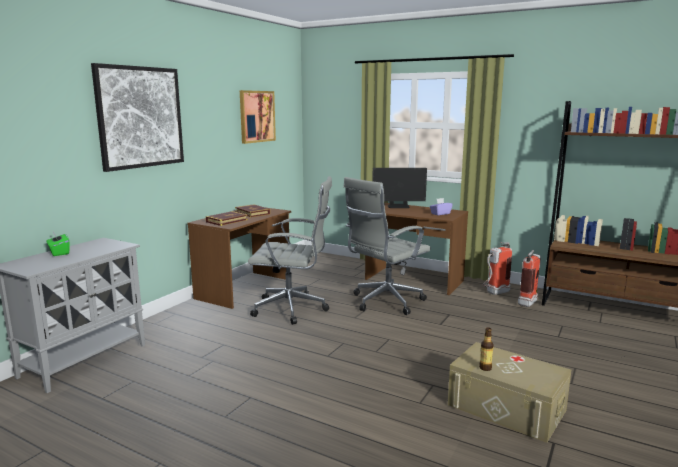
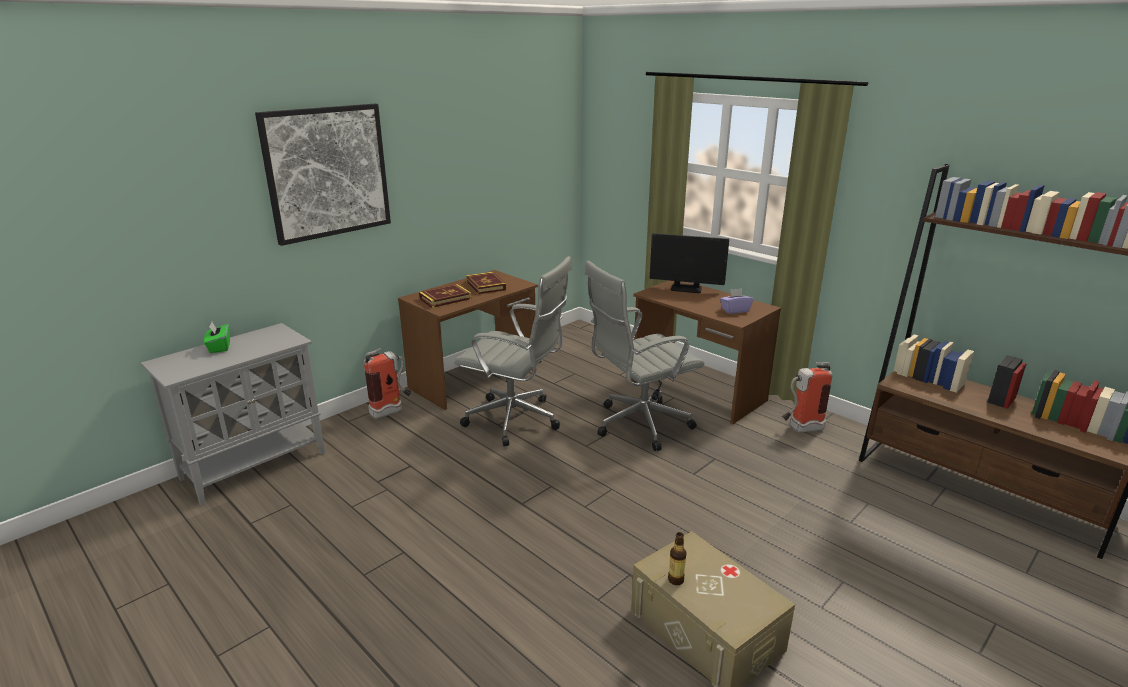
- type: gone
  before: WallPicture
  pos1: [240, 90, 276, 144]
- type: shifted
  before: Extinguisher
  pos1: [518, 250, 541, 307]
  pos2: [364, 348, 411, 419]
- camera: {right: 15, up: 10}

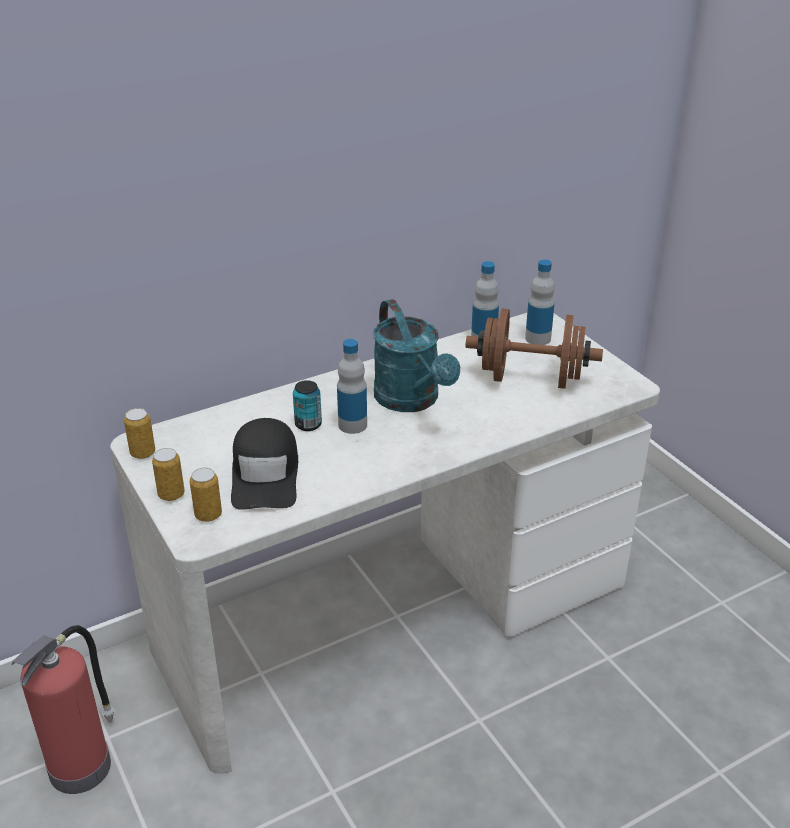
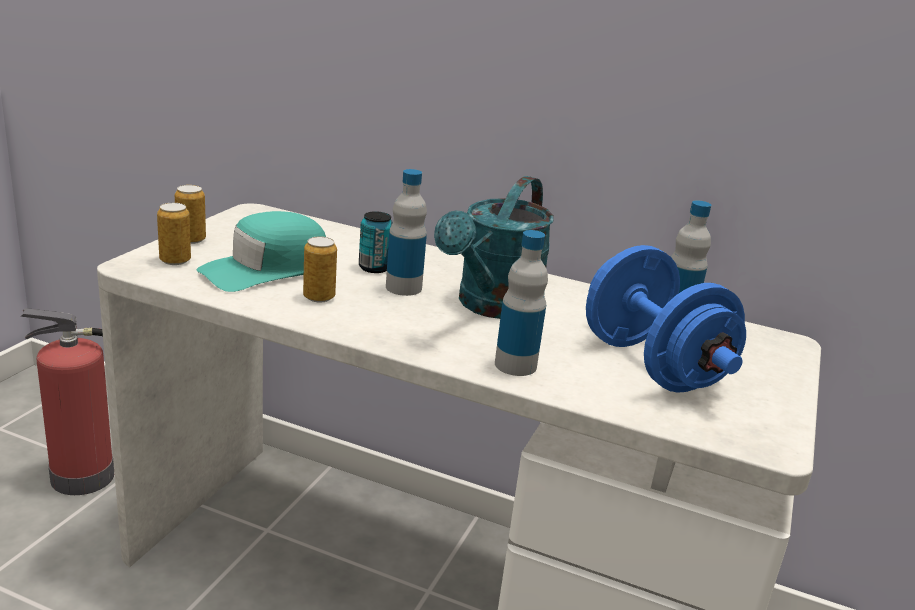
- type: shifted
  before: DrinkBottle
  pos1: [525, 259, 555, 345]
  pos2: [495, 230, 548, 376]
- type: repainted
  before: BrownColouredDumbbell
  after: BluishDumbbell
  pos1: [466, 308, 603, 389]
  pos2: [586, 245, 746, 393]
- type: shifted
  before: Can
  pos1: [124, 408, 155, 459]
  pos2: [303, 236, 337, 302]
- type: repainted
  before: BlackCap
  after: TurquoiseColouredCap
  pos1: [231, 418, 298, 510]
  pos2: [197, 211, 326, 292]
- camera: {right: 50, up: -10}

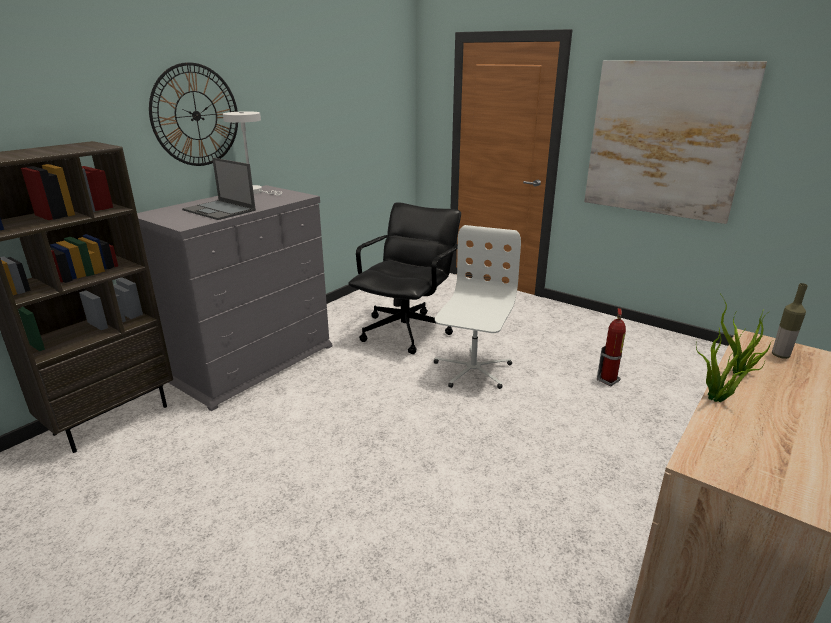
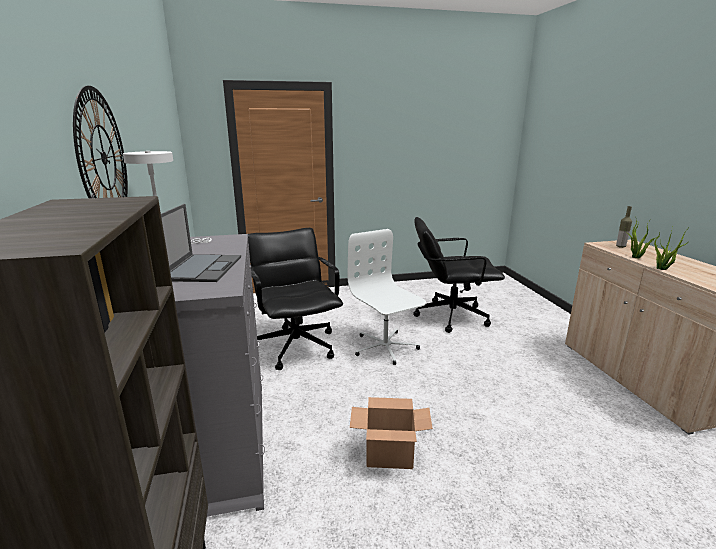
- type: gone
  before: WallPicture
  pos1: [584, 60, 767, 224]
- type: rotated
  before: Laptop
  pos1: [182, 158, 256, 220]
  pos2: [161, 204, 241, 282]
  turn: -75
- type: swapped
  before: Extinguisher
  after: BlackDeskChair
  pos1: [597, 308, 626, 386]
  pos2: [414, 217, 505, 333]
- type: new
  after: CardboardBox
  pos2: [350, 397, 433, 469]
- camera: {right: -50, up: -5}

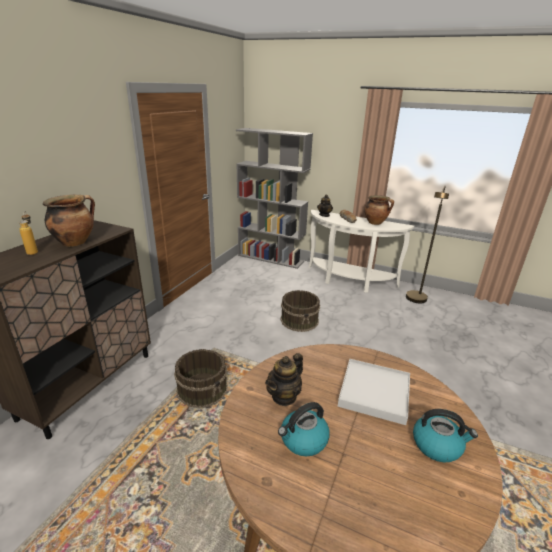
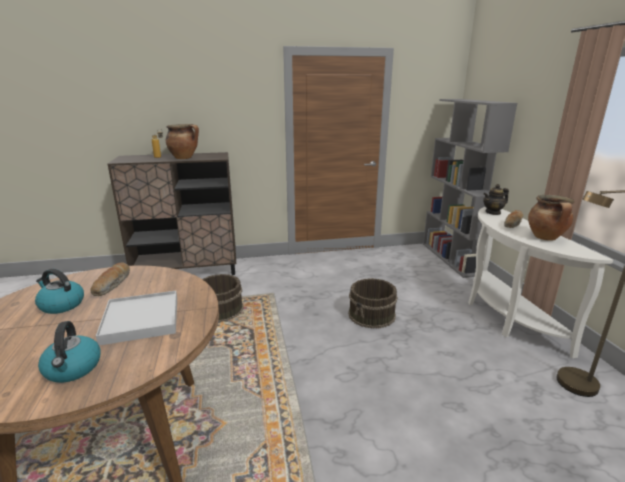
- type: swapped
  before: TeaPot
  after: Bread
  pos1: [265, 353, 303, 406]
  pos2: [90, 262, 130, 296]
- camera: {right: 55, up: -5}

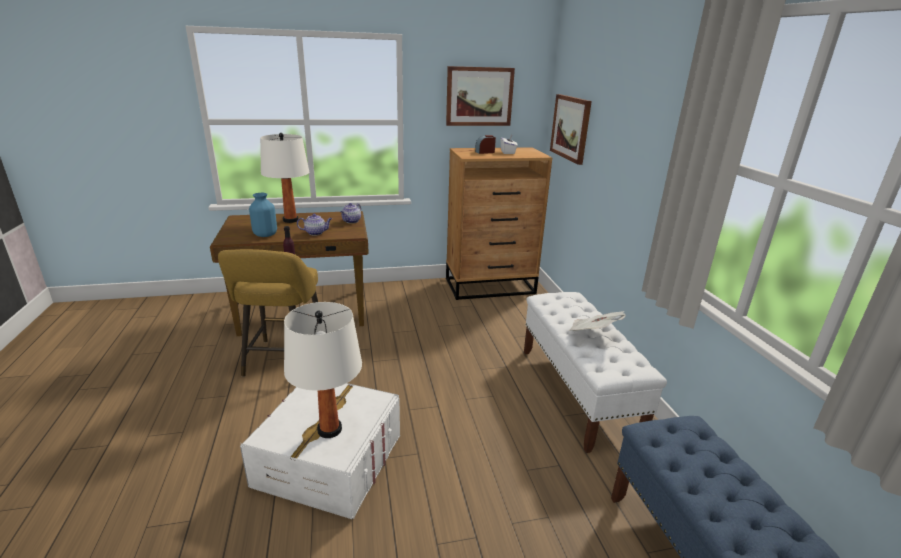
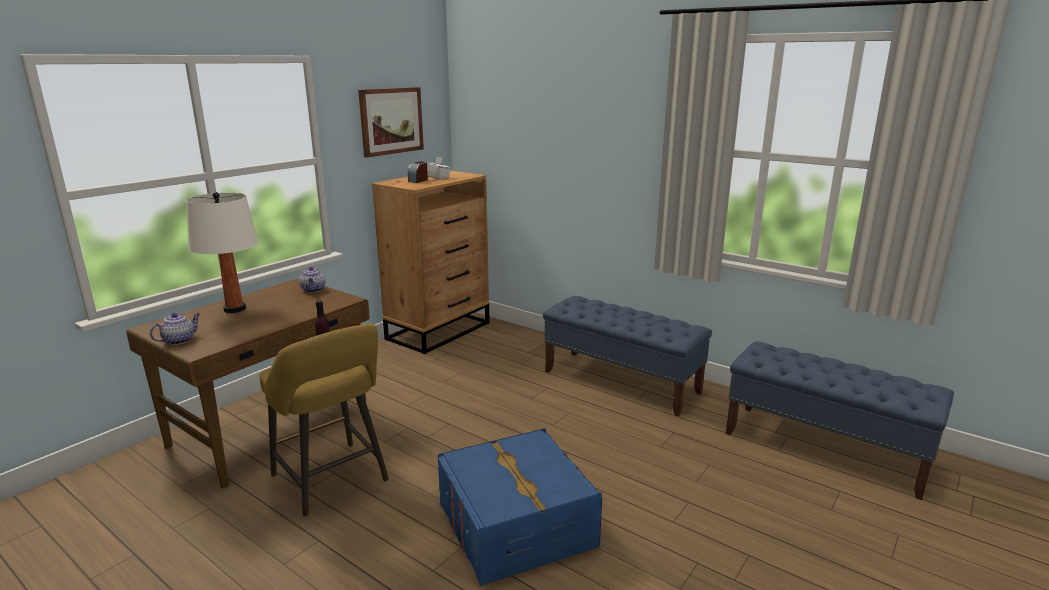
- type: gone
  before: WallPicture
  pos1: [550, 94, 592, 165]
- type: gone
  before: BluishDecorativeVase
  pos1: [249, 193, 277, 237]
- type: shifted
  before: TeaPot
  pos1: [297, 214, 332, 236]
  pos2: [150, 313, 200, 345]
- type: repainted
  before: WhiteIndoorBench
  after: BluishIndoorBench
  pos1: [524, 292, 667, 453]
  pos2: [543, 296, 712, 417]
- type: gone
  before: WhiteLampForATable
  pos1: [284, 302, 362, 438]
- type: gone
  before: PrintedPaper
  pos1: [568, 311, 626, 331]
- type: repainted
  before: WhiteStorageContainer
  after: BluishStorageContainer
  pos1: [240, 383, 400, 519]
  pos2: [438, 428, 602, 586]
- camera: {right: -40, up: -5}

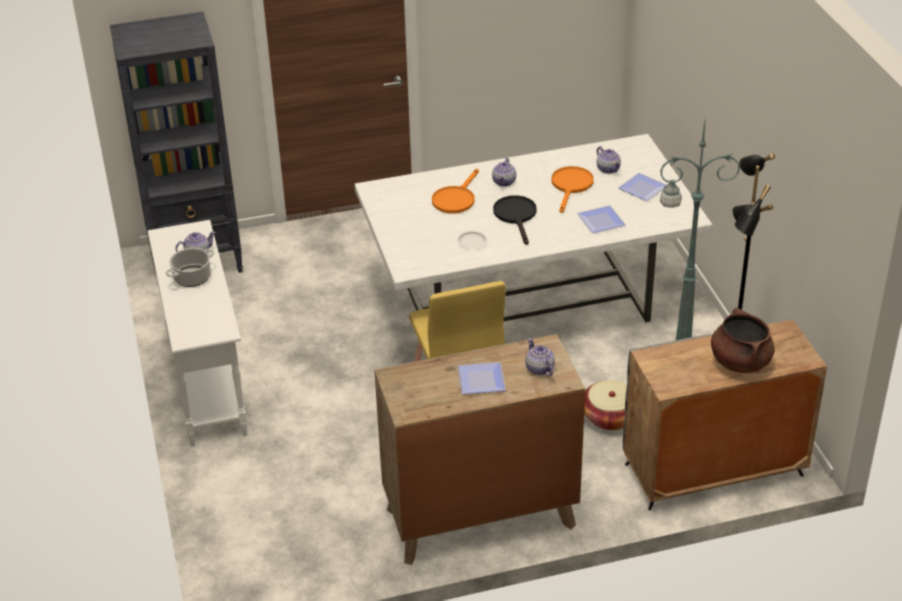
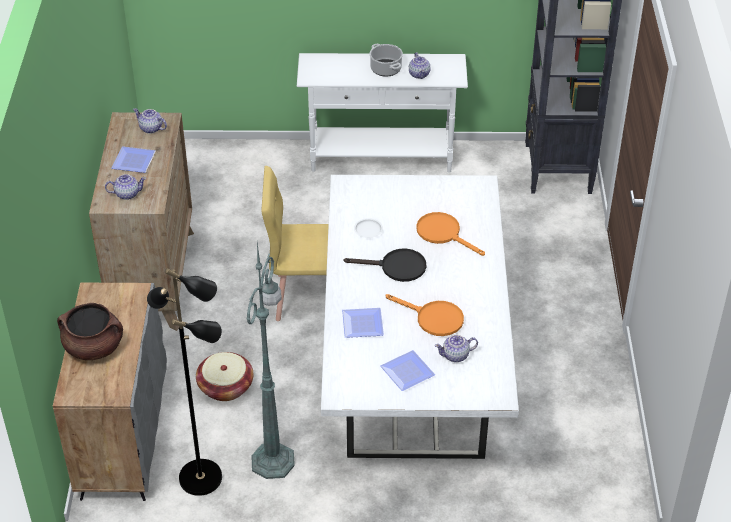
- type: shifted
  before: TeaPot
  pos1: [492, 158, 516, 187]
  pos2: [133, 108, 167, 134]
- camera: {right: 105, up: 5}

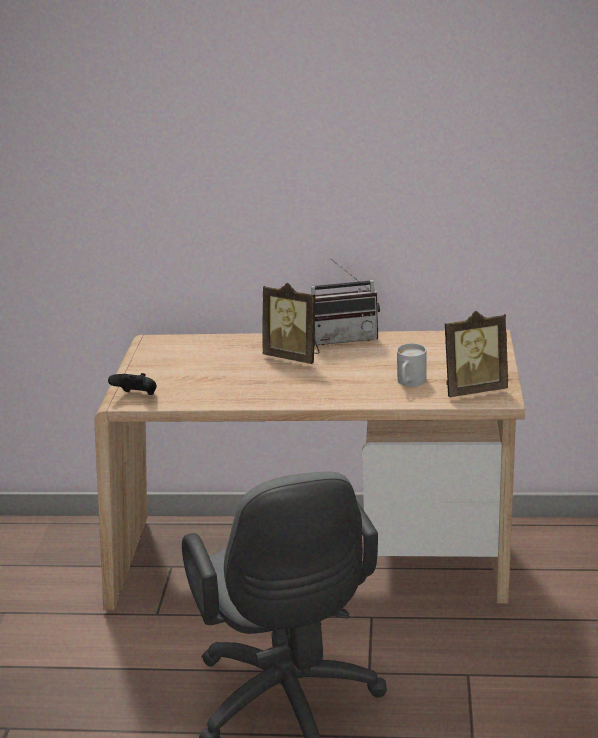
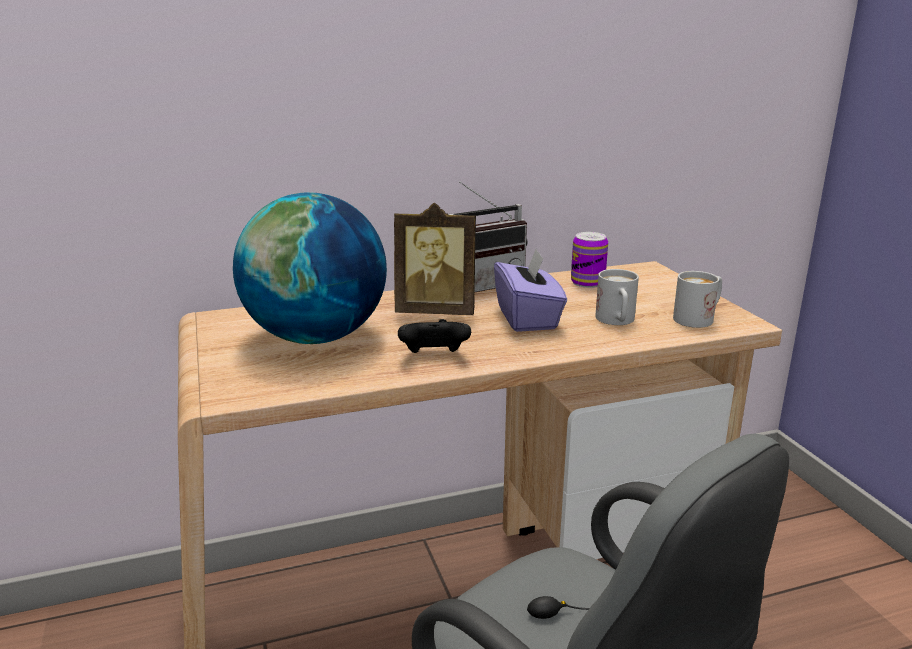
- type: swapped
  before: PhotoFrame
  after: WhiteCoffeeMug
  pos1: [445, 311, 508, 397]
  pos2: [673, 271, 722, 328]
- type: shifted
  before: BlackJoypad
  pos1: [108, 373, 157, 395]
  pos2: [398, 319, 471, 353]
- type: new
  after: DeskGlobe
  pos2: [233, 192, 387, 344]
- type: new
  after: Can
  pos2: [571, 232, 608, 288]
- type: new
  after: PurpleColouredBoxOfTissues
  pos2: [494, 247, 567, 332]
- camera: {right: -25, up: -5}

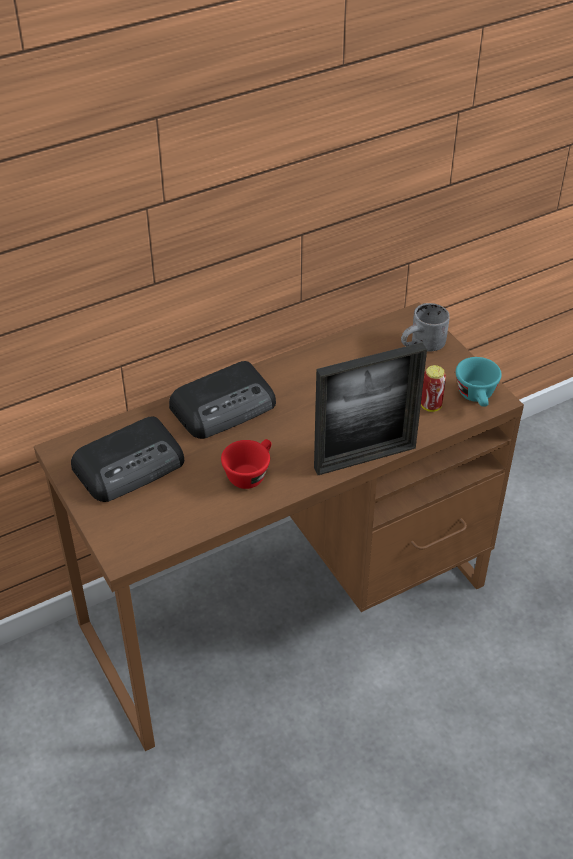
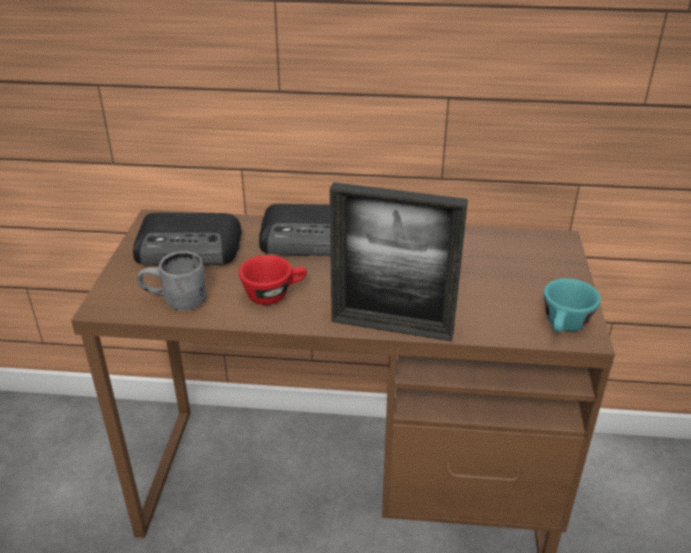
- type: shifted
  before: GrayCoffeeMug
  pos1: [401, 303, 450, 351]
  pos2: [137, 251, 207, 310]
- type: gone
  before: Can
  pos1: [421, 365, 446, 412]
- camera: {right: 35, up: -10}

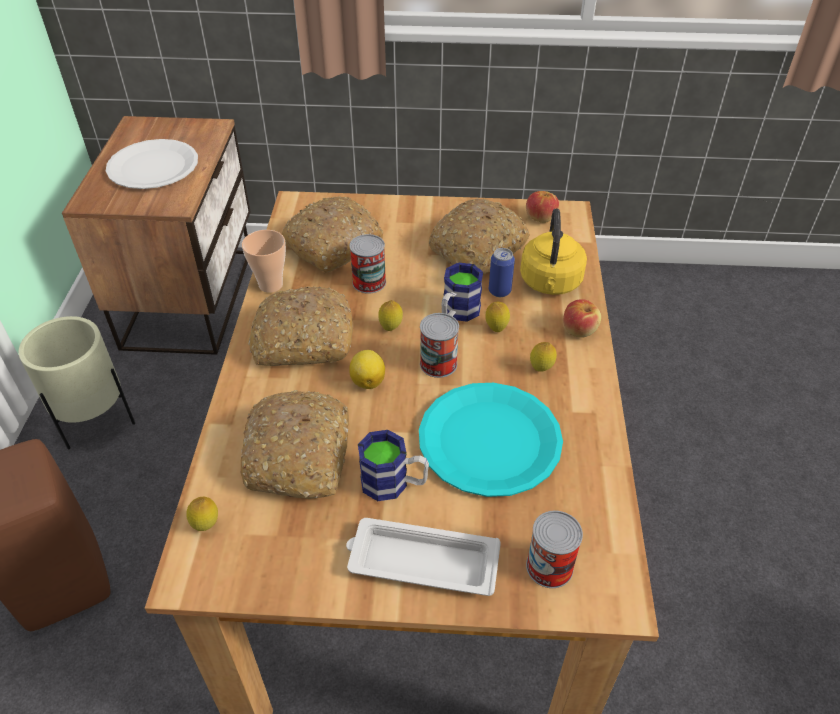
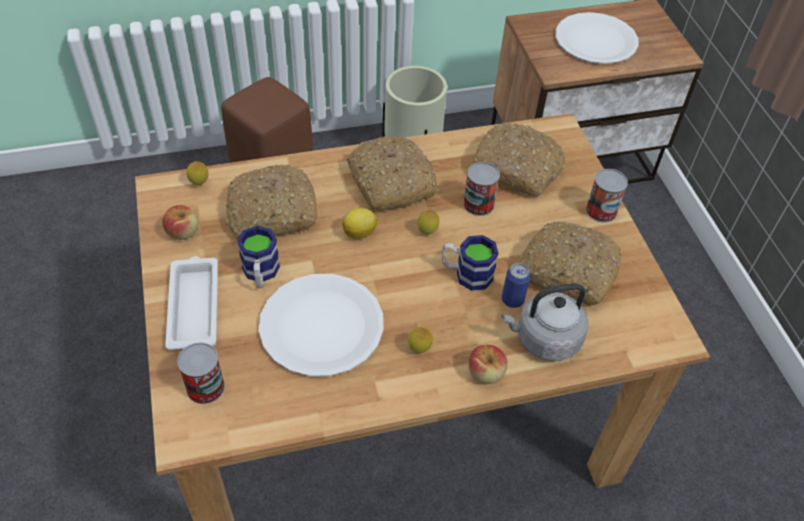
- type: shifted
  before: Apple
  pos1: [526, 191, 559, 223]
  pos2: [162, 205, 198, 240]
- type: repainted
  before: YellowishKettle
  after: GrayKettle
  pos1: [520, 209, 587, 295]
  pos2: [502, 283, 589, 361]
- type: gone
  before: Cup
  pos1: [242, 230, 286, 293]
- type: gone
  before: CitrusFruit
  pos1: [485, 302, 510, 332]
- type: shifted
  before: Can
  pos1: [420, 313, 459, 378]
  pos2: [586, 169, 628, 223]
- type: repainted
  before: TurquoiseColouredDinnerPlate
  after: WhiteDinnerPlate
  pos1: [419, 383, 563, 497]
  pos2: [259, 274, 383, 377]
- camera: {right: 70, up: 5}

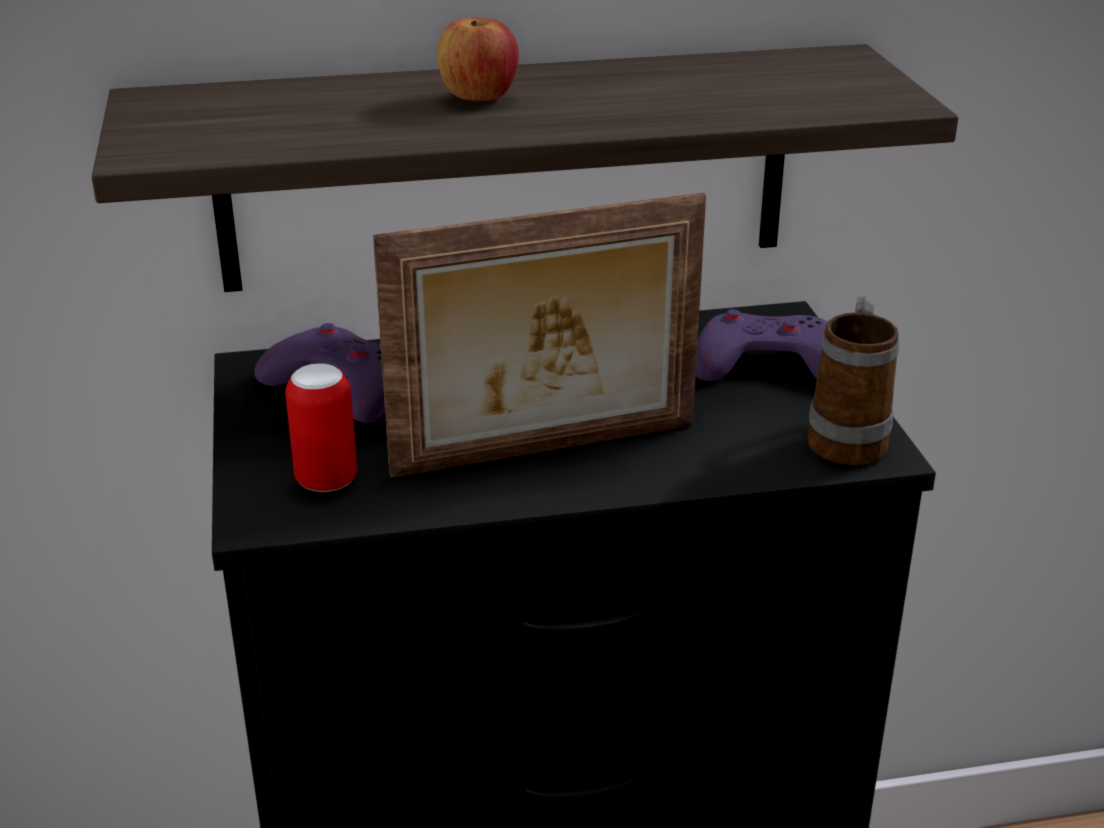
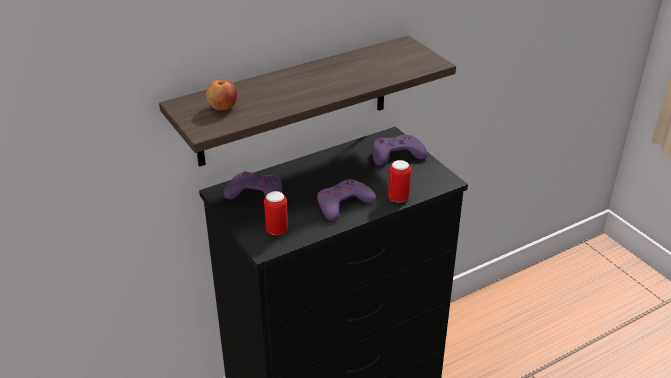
- type: shifted
  before: Apple
  pos1: [437, 18, 519, 101]
  pos2: [206, 79, 237, 110]
- type: swapped
  before: PhotoFrame
  after: PurpleColouredJoypad
  pos1: [373, 193, 706, 478]
  pos2: [317, 179, 376, 221]
- type: gone
  before: CoffeeMug
  pos1: [808, 296, 899, 466]
- type: new
  after: Can
  pos2: [388, 160, 411, 202]
- camera: {right: -20, up: 5}

